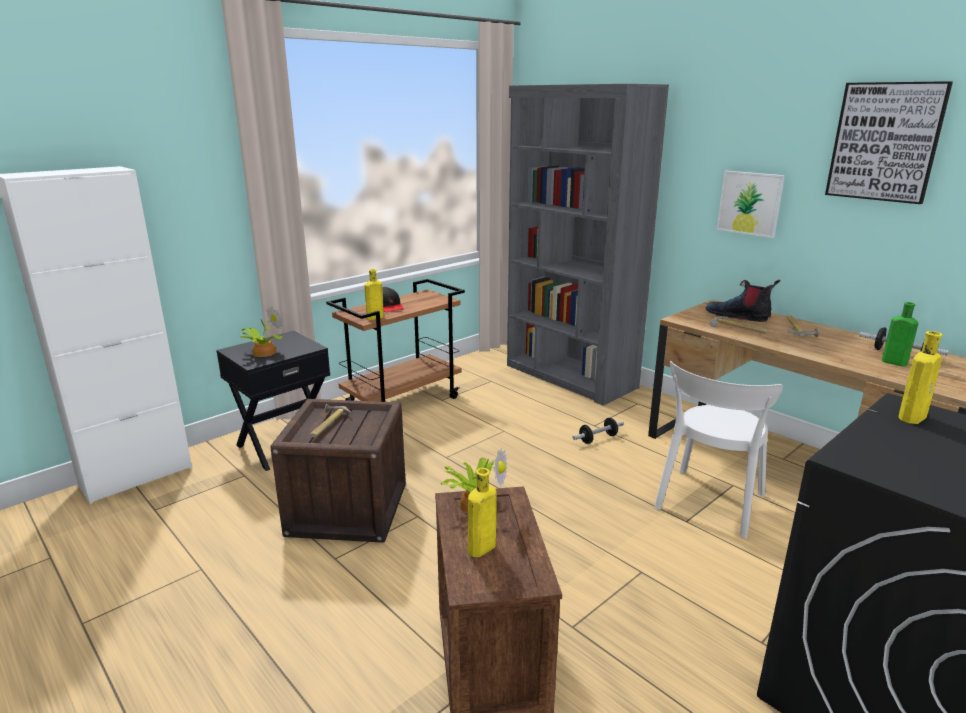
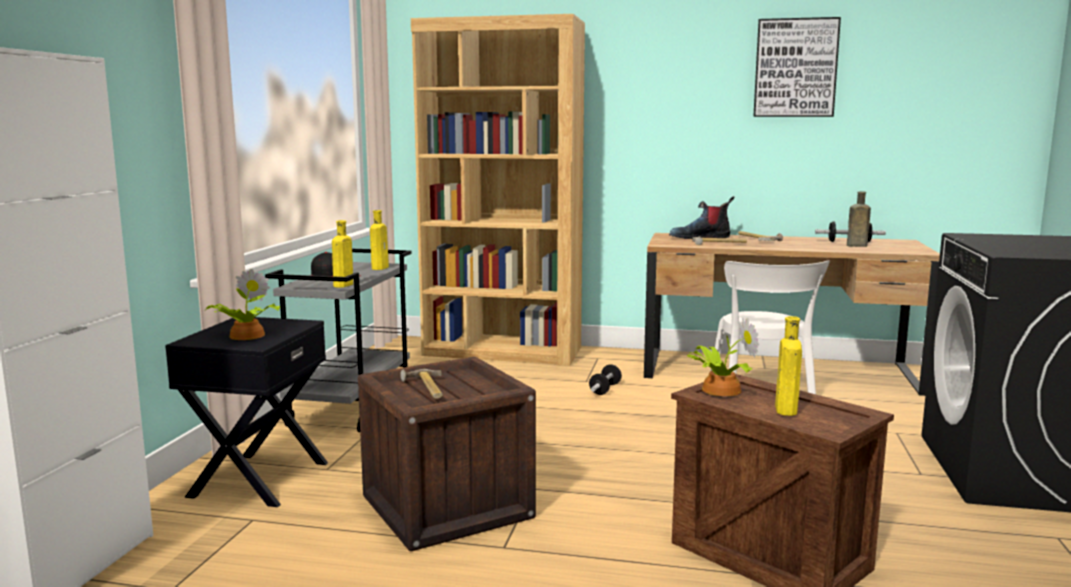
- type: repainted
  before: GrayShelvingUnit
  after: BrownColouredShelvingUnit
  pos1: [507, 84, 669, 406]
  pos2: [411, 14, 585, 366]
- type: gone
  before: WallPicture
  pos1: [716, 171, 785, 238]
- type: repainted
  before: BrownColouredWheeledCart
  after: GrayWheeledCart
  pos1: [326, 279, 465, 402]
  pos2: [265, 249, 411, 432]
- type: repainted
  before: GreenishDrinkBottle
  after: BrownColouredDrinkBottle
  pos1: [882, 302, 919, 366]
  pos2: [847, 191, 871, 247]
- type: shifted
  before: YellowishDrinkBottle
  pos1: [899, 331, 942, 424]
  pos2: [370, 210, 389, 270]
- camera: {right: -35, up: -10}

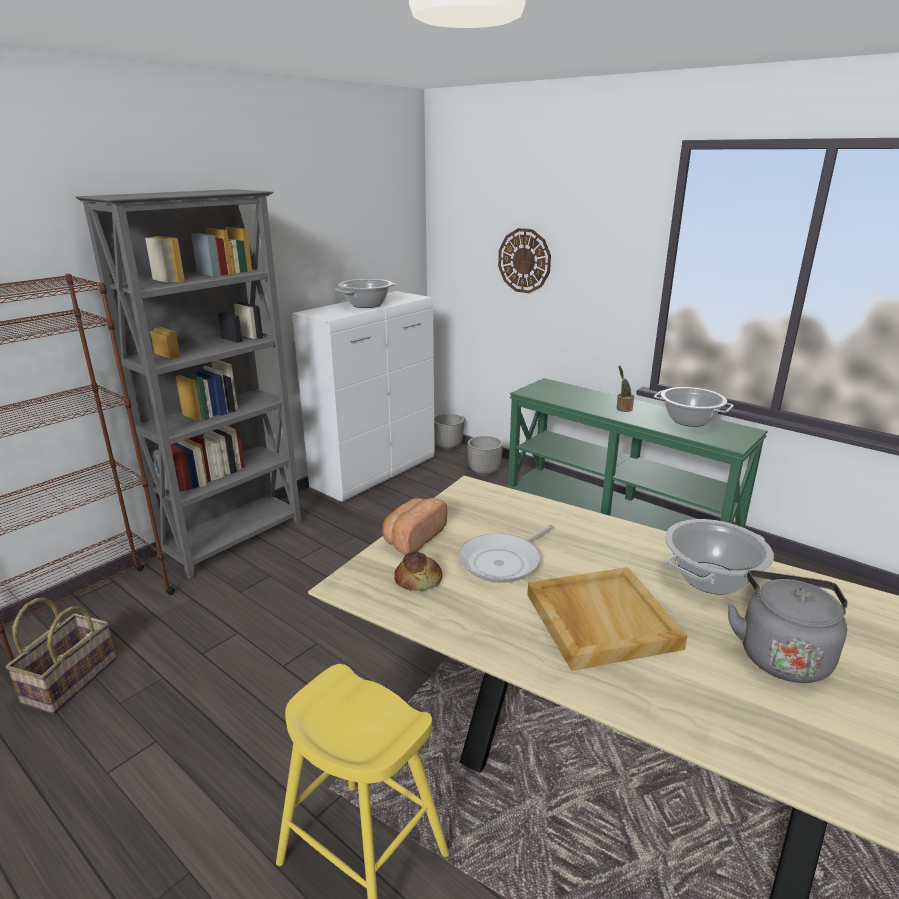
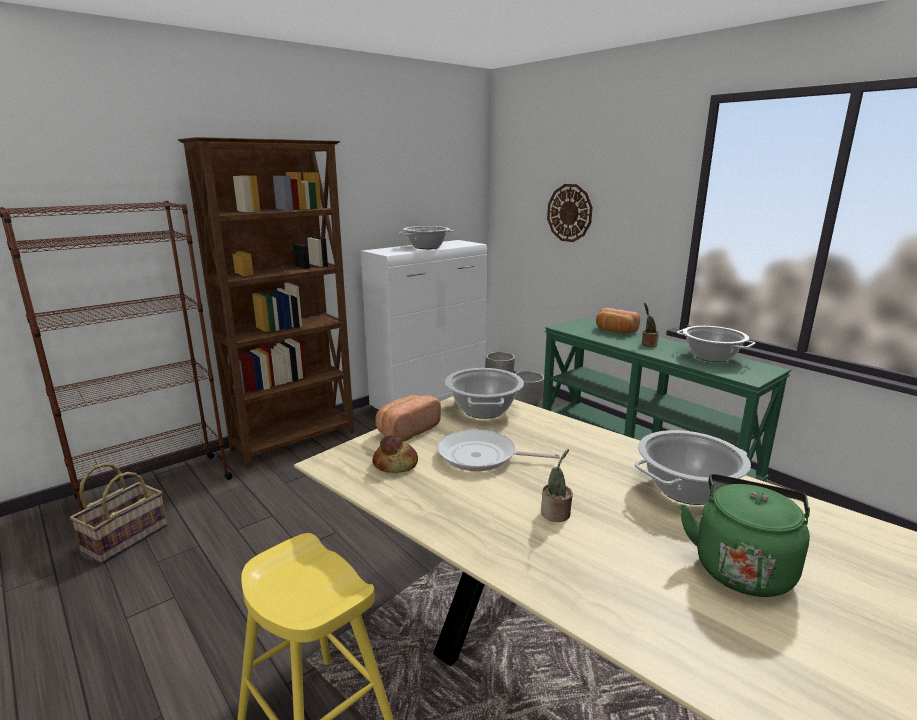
- type: repainted
  before: GrayShelvingUnit
  after: BrownColouredShelvingUnit
  pos1: [75, 189, 302, 579]
  pos2: [178, 137, 354, 468]
- type: rotated
  before: Pan
  pos1: [458, 524, 554, 583]
  pos2: [437, 429, 560, 471]
  turn: 45
- type: swapped
  before: BeigeColouredCarryingTray
  after: PlantInAPot
  pos1: [527, 567, 687, 671]
  pos2: [541, 449, 573, 522]
- type: repainted
  before: GrayKettle
  after: GreenishKettle
  pos1: [727, 570, 848, 683]
  pos2: [680, 474, 810, 597]
- type: new
  after: Bread
  pos2: [596, 308, 640, 333]
- type: new
  after: Saucepot
  pos2: [445, 368, 524, 419]
- camera: {right: 10, up: -5}

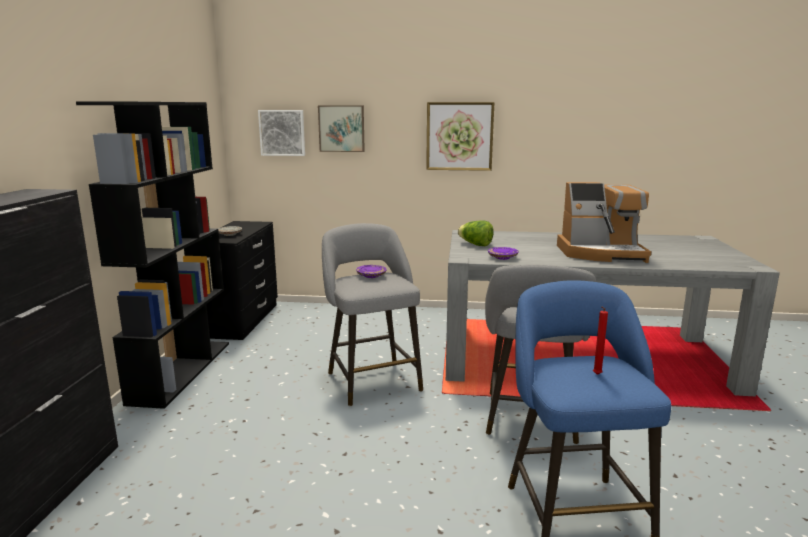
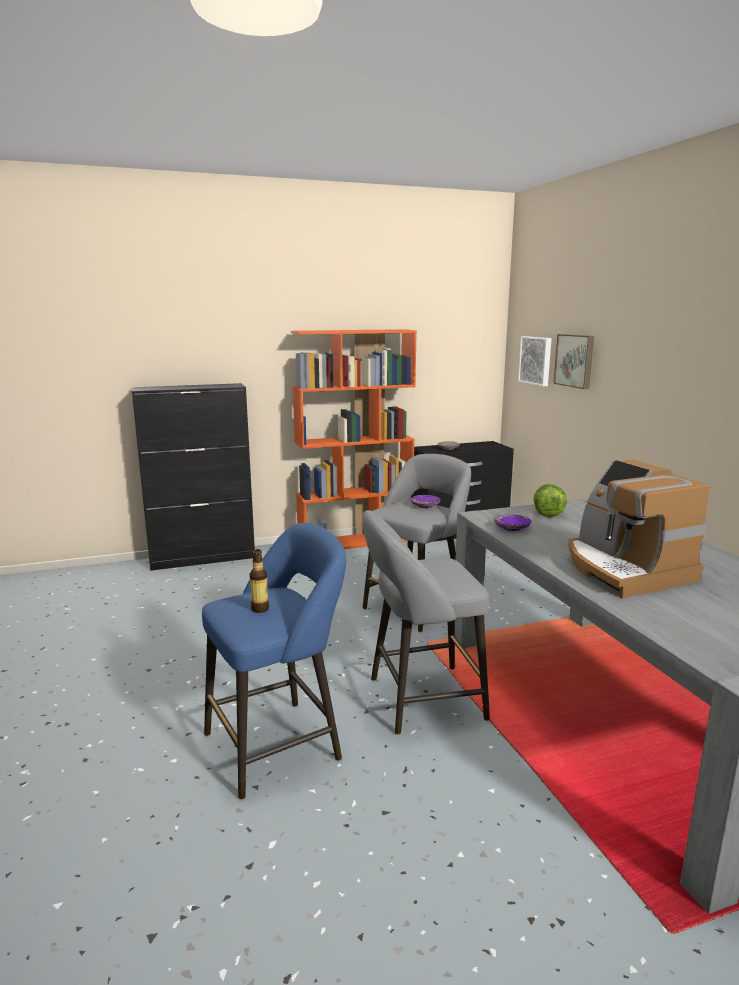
- type: repainted
  before: BlackShelvingUnit
  after: OrangeColouredShelvingUnit
  pos1: [76, 101, 229, 409]
  pos2: [291, 329, 417, 549]
- type: gone
  before: WallPicture
  pos1: [426, 102, 494, 171]
- type: swapped
  before: RedColouredWaxLight
  after: DrinkBottle
  pos1: [593, 307, 608, 375]
  pos2: [249, 549, 269, 613]
- camera: {right: 65, up: 0}

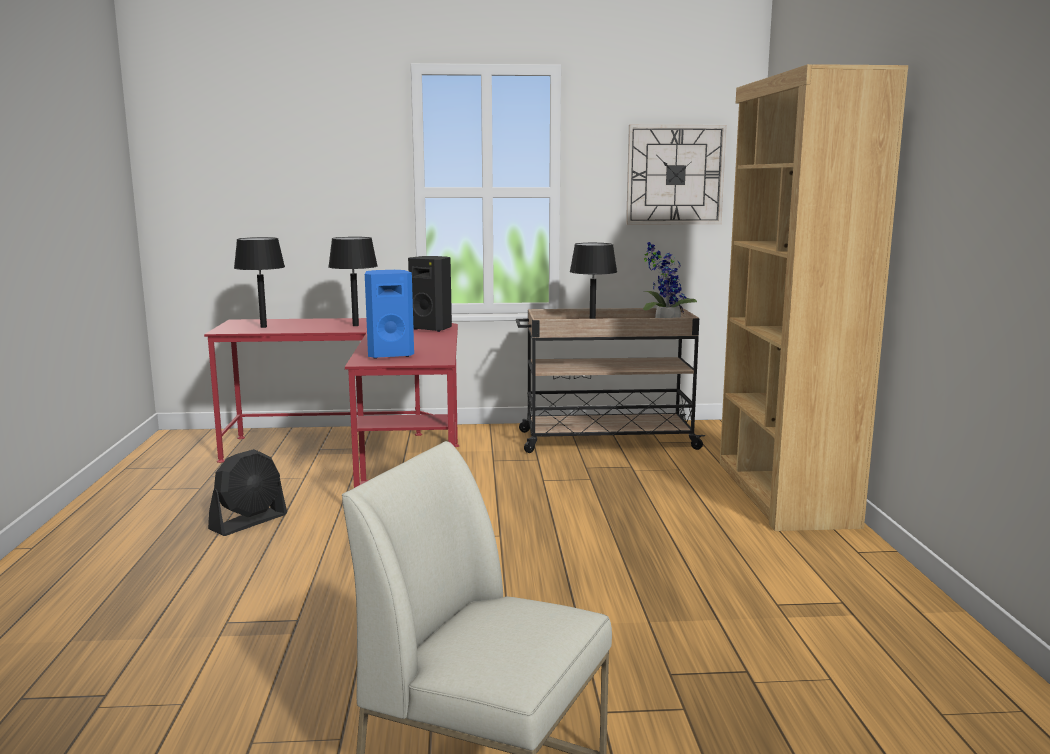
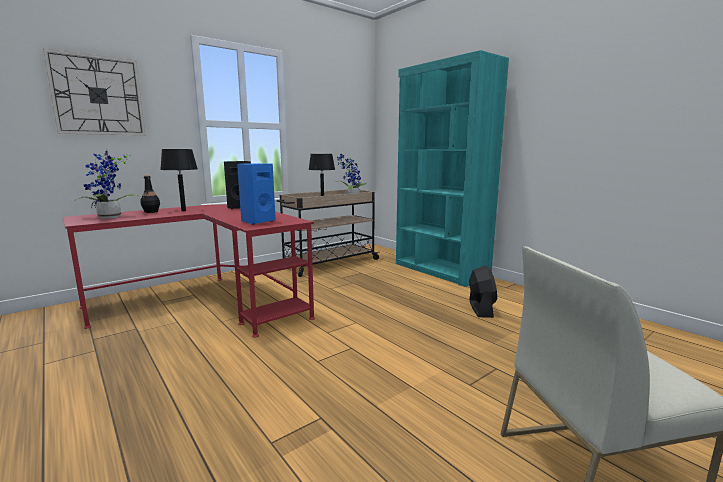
- type: repainted
  before: BrownColouredShelvingUnit
  after: TurquoiseColouredShelvingUnit
  pos1: [720, 64, 908, 531]
  pos2: [396, 50, 509, 287]
- type: shifted
  before: WallClock
  pos1: [626, 125, 727, 225]
  pos2: [43, 48, 146, 136]
- type: swapped
  before: BlackLampForATable
  after: PlantInAPot
  pos1: [234, 237, 285, 328]
  pos2: [76, 149, 143, 219]
- type: shifted
  before: BlackFan
  pos1: [208, 449, 287, 536]
  pos2: [469, 265, 497, 318]
- type: new
  after: BlackDrinkBottle
  pos2: [140, 175, 160, 213]
- camera: {right: -35, up: 0}

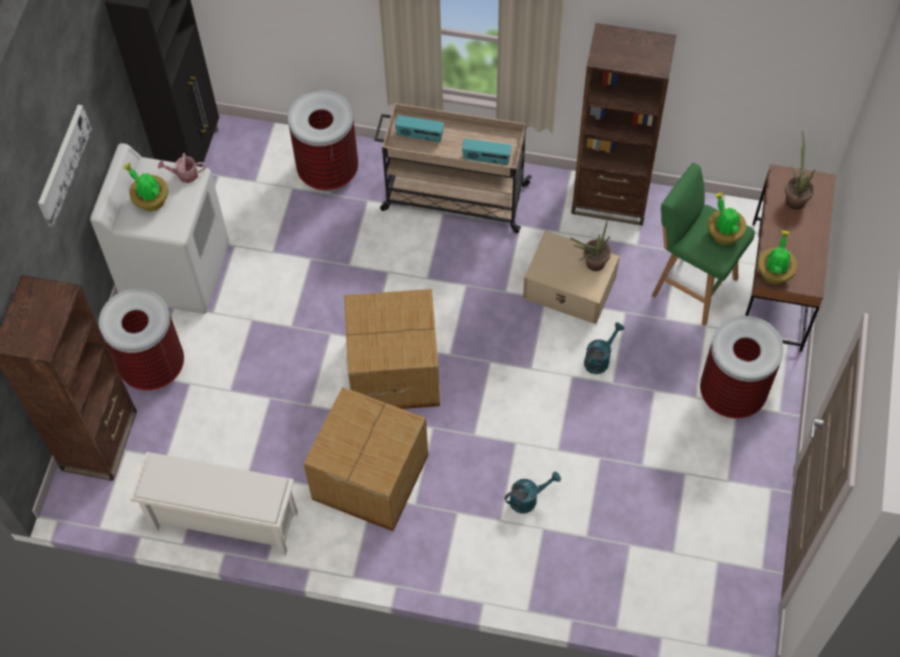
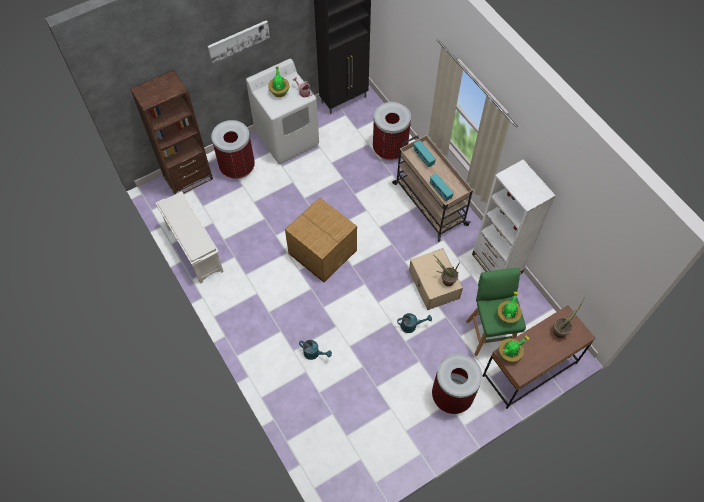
- type: repainted
  before: BrownColouredShelvingUnit
  after: WhiteShelvingUnit
  pos1: [571, 23, 676, 225]
  pos2: [472, 159, 556, 275]
- type: gone
  before: CardboardBox
  pos1: [303, 387, 428, 531]
- camera: {right: 45, up: 0}

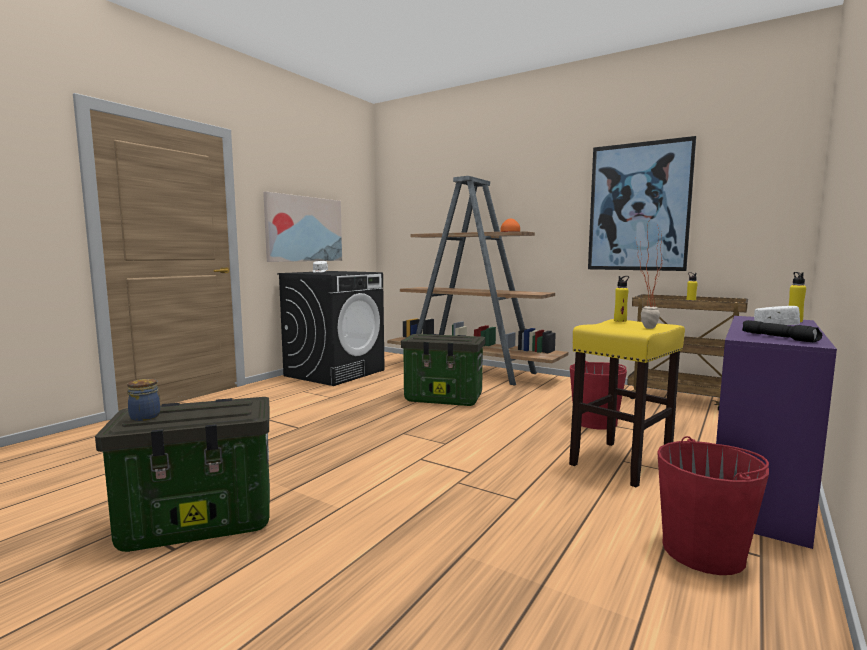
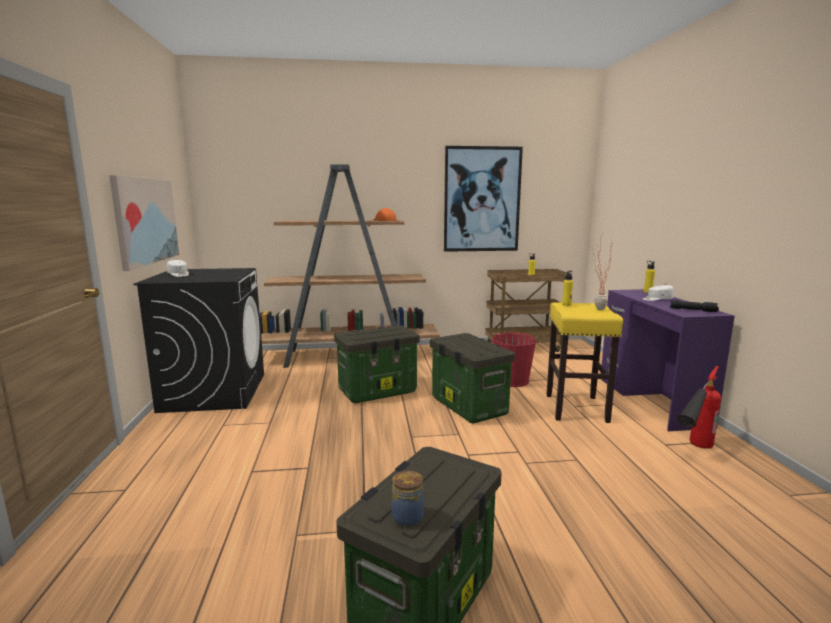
- type: swapped
  before: RedColouredWaterBucket
  after: Extinguisher
  pos1: [657, 436, 769, 575]
  pos2: [677, 366, 721, 449]
- type: new
  after: StorageContainer
  pos2: [430, 333, 515, 424]
- camera: {right: -40, up: 5}

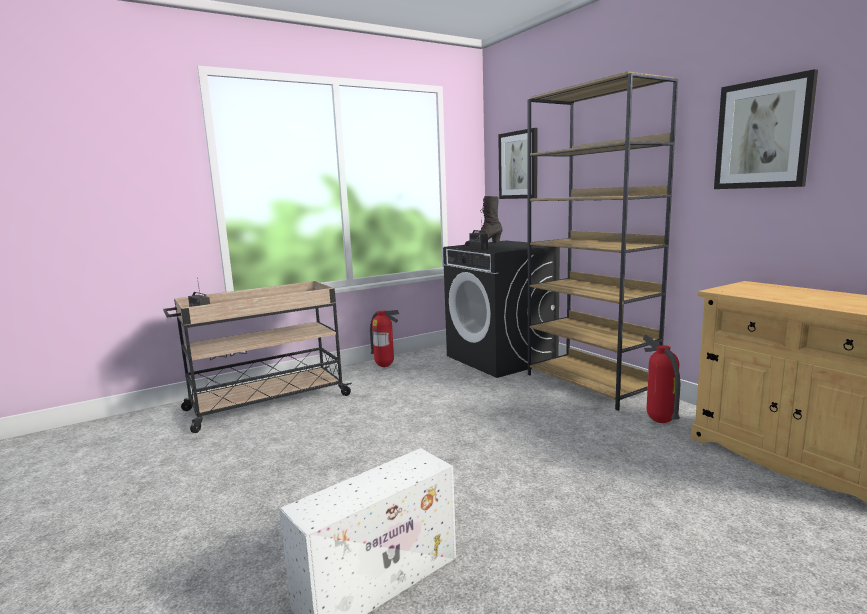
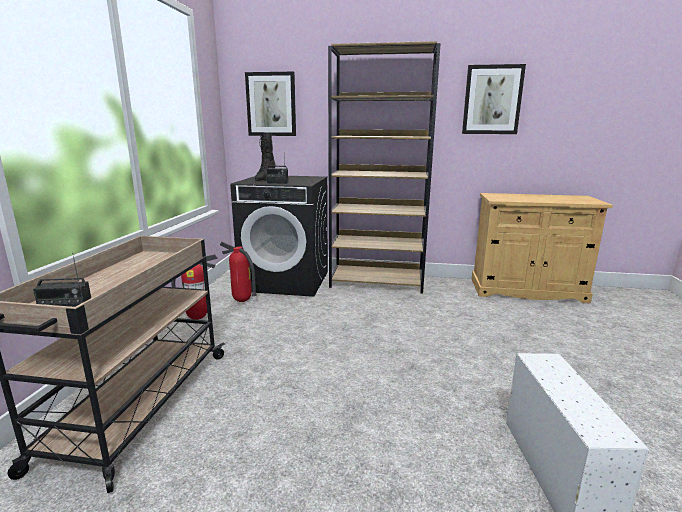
- type: shifted
  before: Extinguisher
  pos1: [643, 335, 680, 423]
  pos2: [220, 242, 257, 302]
- camera: {right: -50, up: 5}

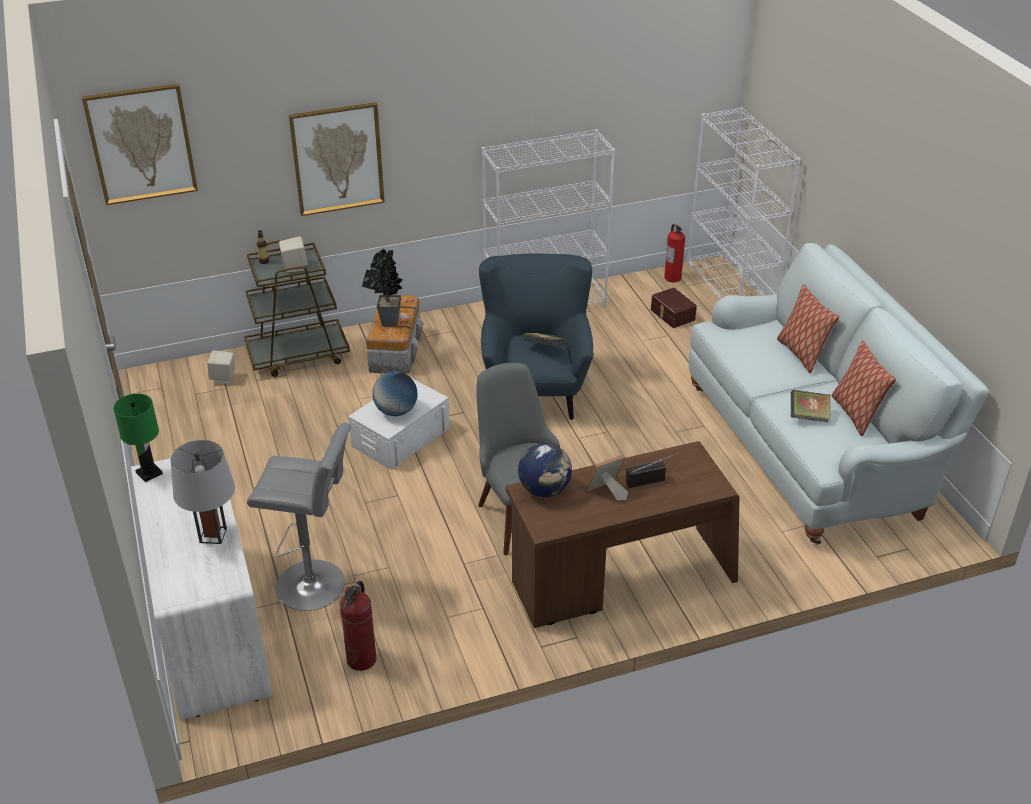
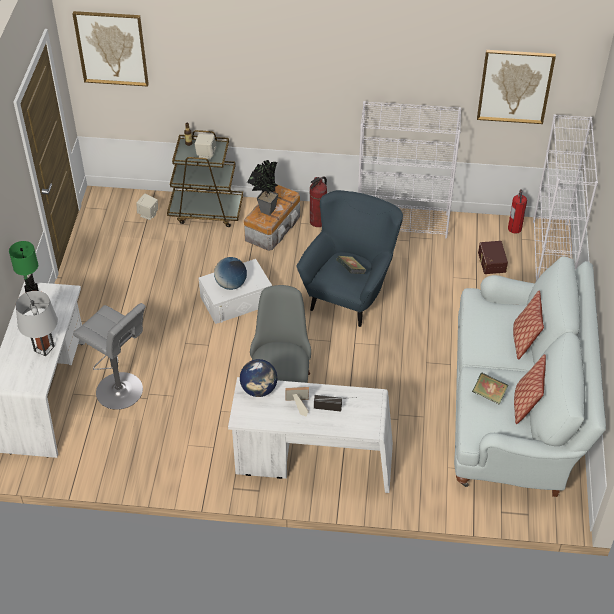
- type: shifted
  before: WallPicture
  pos1: [289, 102, 385, 216]
  pos2: [477, 50, 556, 124]
- type: repainted
  before: BrownColouredDesk
  after: WhiteDesk
  pos1: [506, 441, 739, 628]
  pos2: [228, 377, 393, 493]
- type: shifted
  before: Extinguisher
  pos1: [340, 581, 377, 671]
  pos2: [310, 176, 327, 227]
- camera: {right: 25, up: 10}

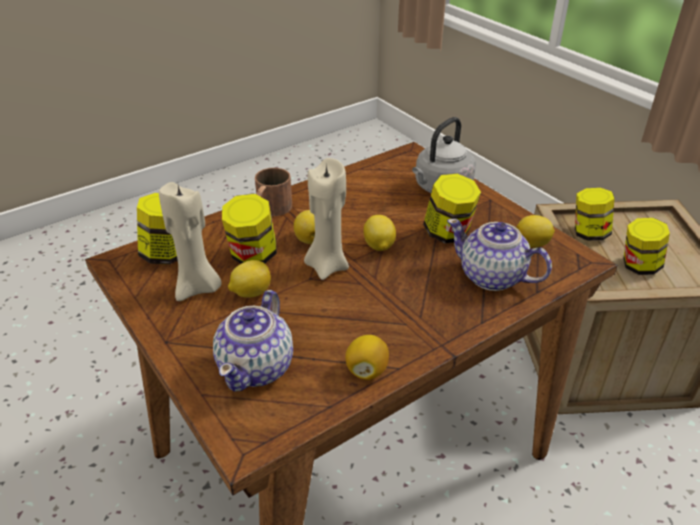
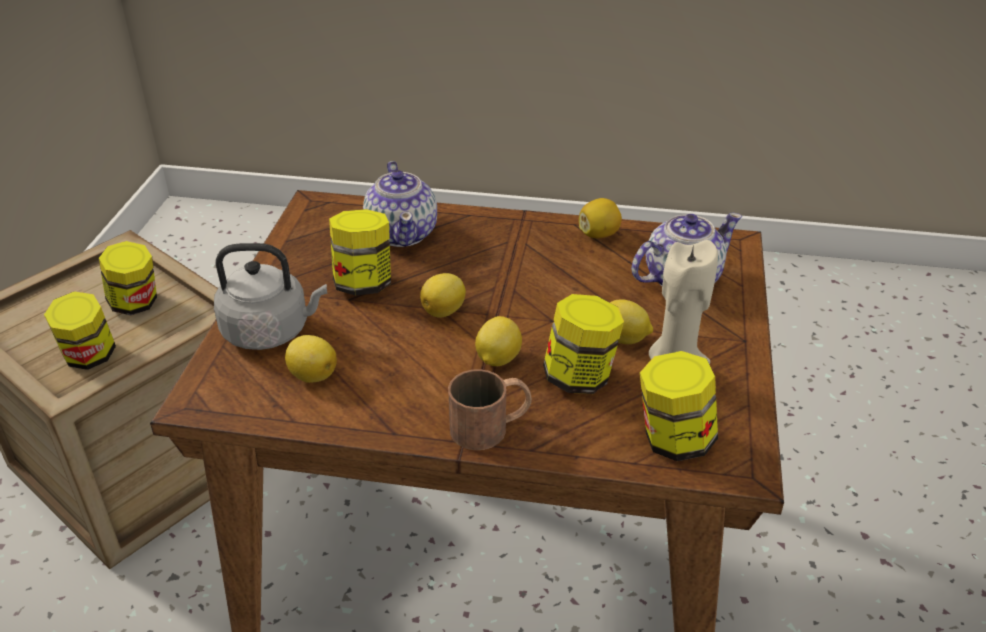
- type: gone
  before: BeigeColouredWaxLight
  pos1: [304, 158, 349, 280]
- type: shifted
  before: CitrusFruit
  pos1: [516, 215, 555, 248]
  pos2: [285, 335, 337, 383]
- camera: {right: -135, up: 0}

